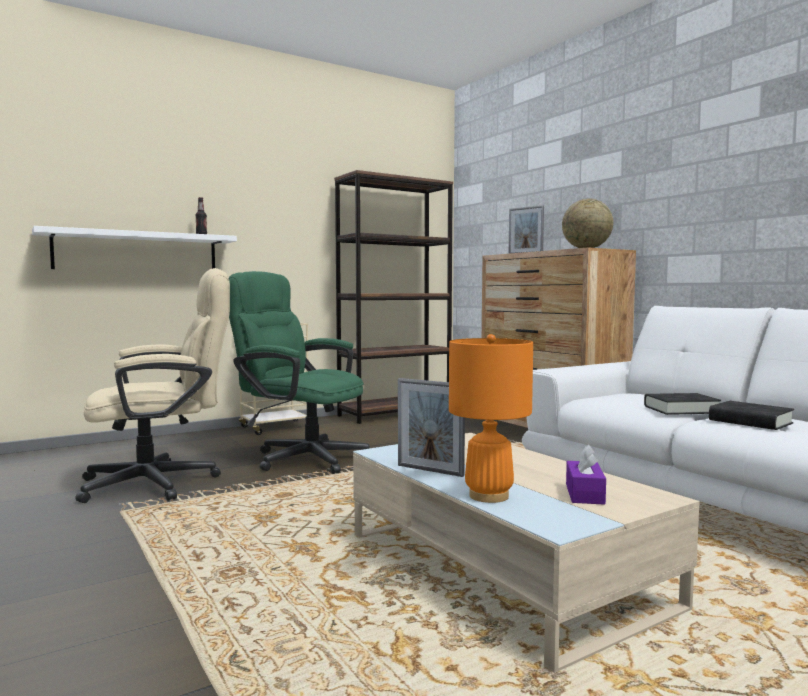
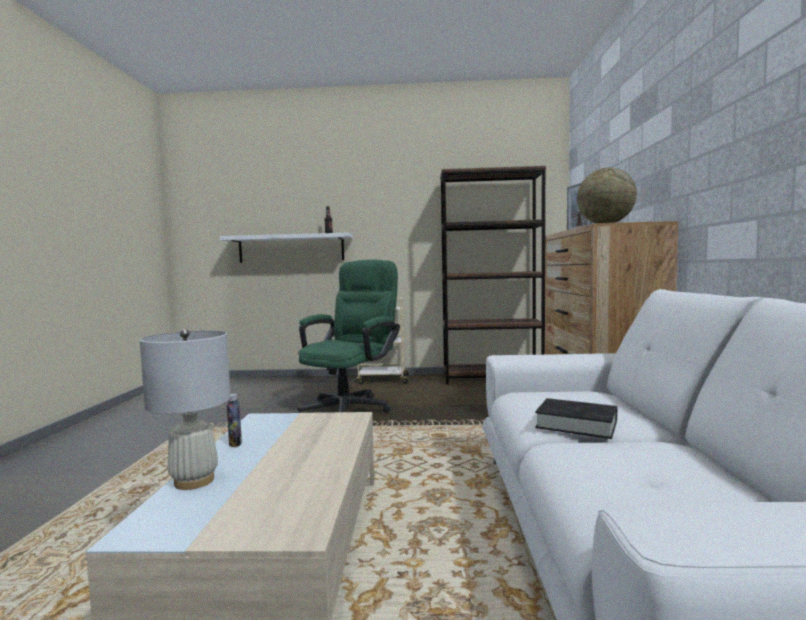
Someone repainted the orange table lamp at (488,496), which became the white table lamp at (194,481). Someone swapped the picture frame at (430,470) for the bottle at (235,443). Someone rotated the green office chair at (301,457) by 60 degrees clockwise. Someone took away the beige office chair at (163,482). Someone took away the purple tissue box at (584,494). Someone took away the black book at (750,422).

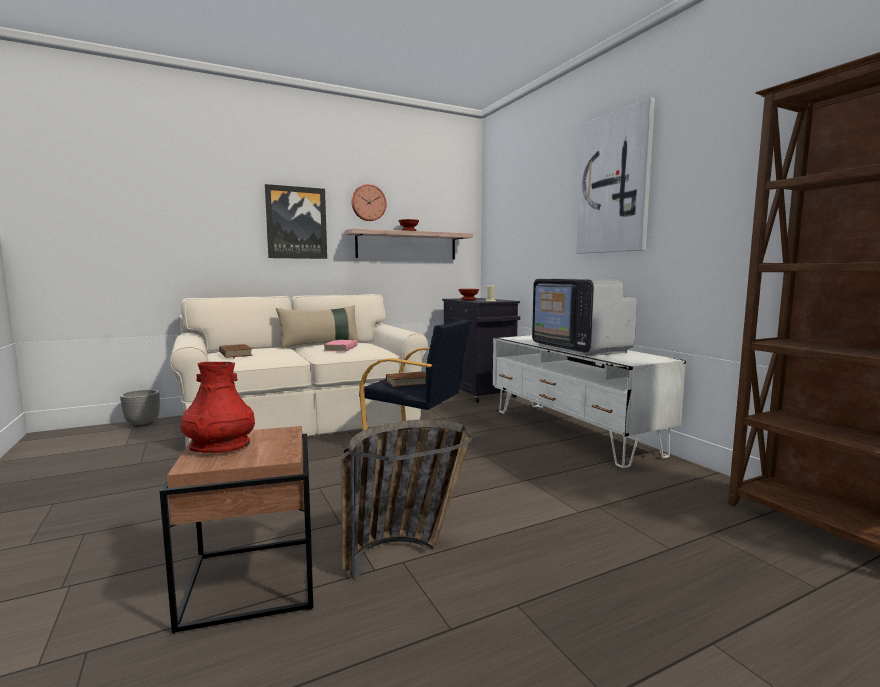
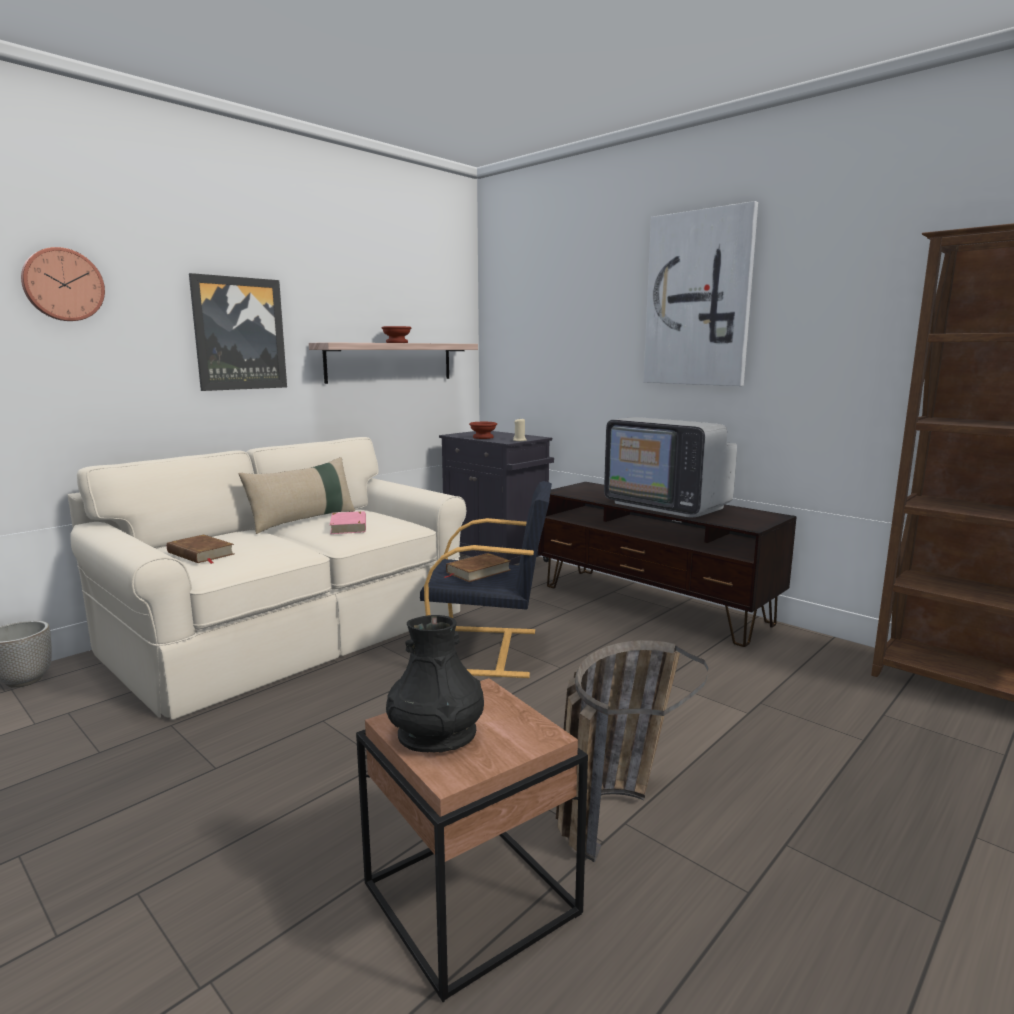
Someone carried the wall clock from (368,203) to (63,285). Someone repainted the red vase at (220,446), which became the black vase at (437,735). Someone repainted the white tv stand at (572,431), which became the brown tv stand at (652,604).

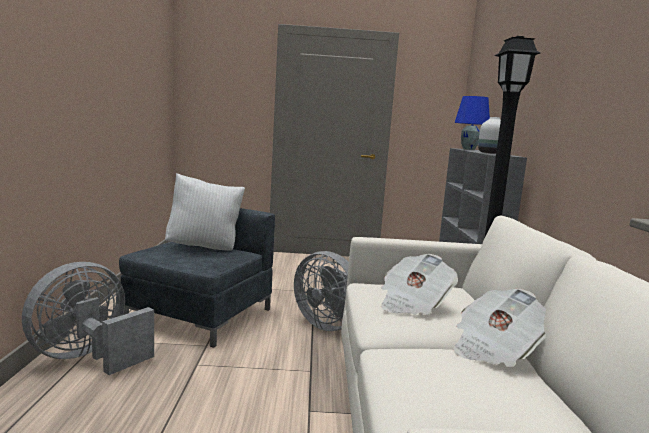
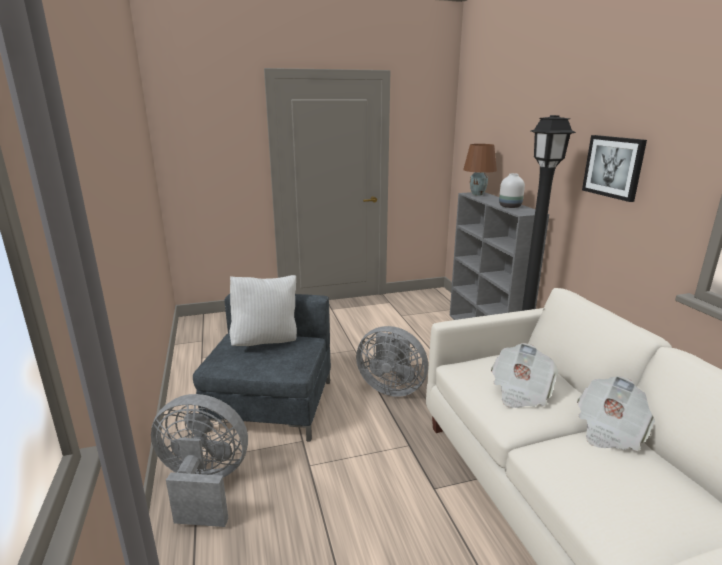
Someone rotated the grey fan at (89,357) by 75 degrees clockwise. Someone repainted the blue table lamp at (469,149), which became the brown table lamp at (478,194). Someone put up the picture at (614,167).

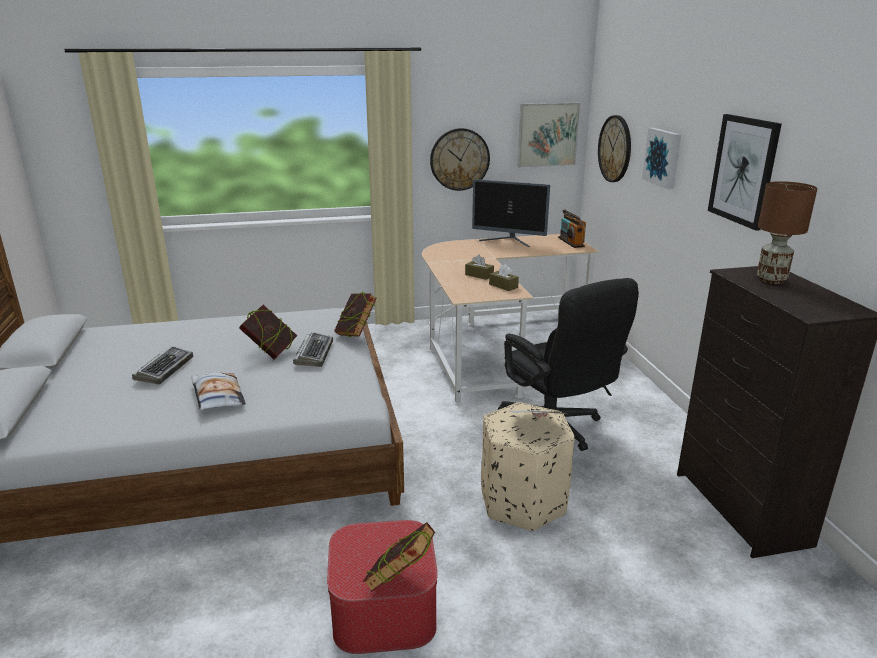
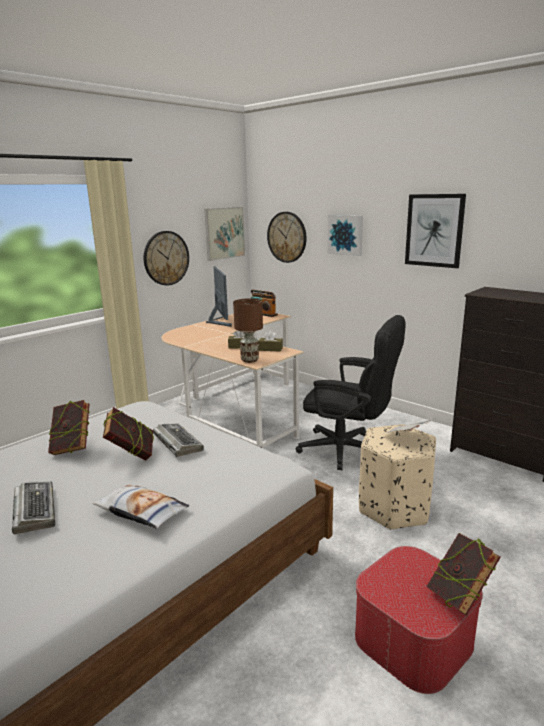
Someone carried the book from (356,334) to (72,449). Someone rotated the monitor at (509,241) by 90 degrees counterclockwise. Someone carried the brown table lamp from (770,280) to (249,360).

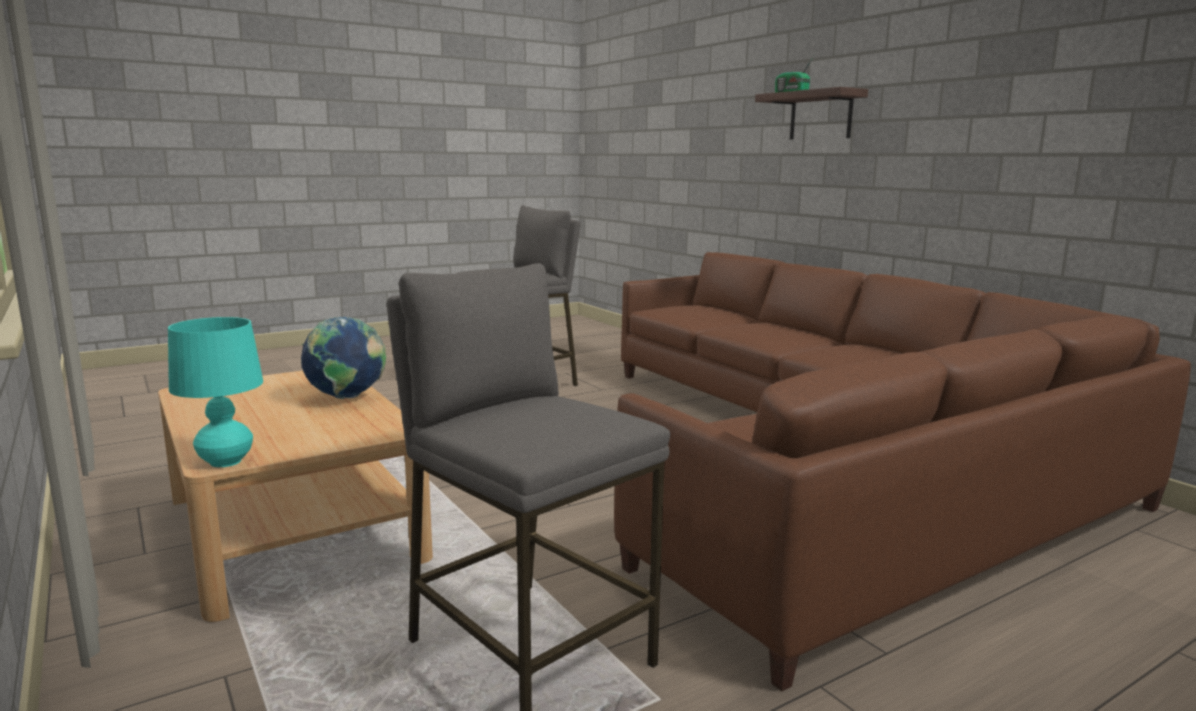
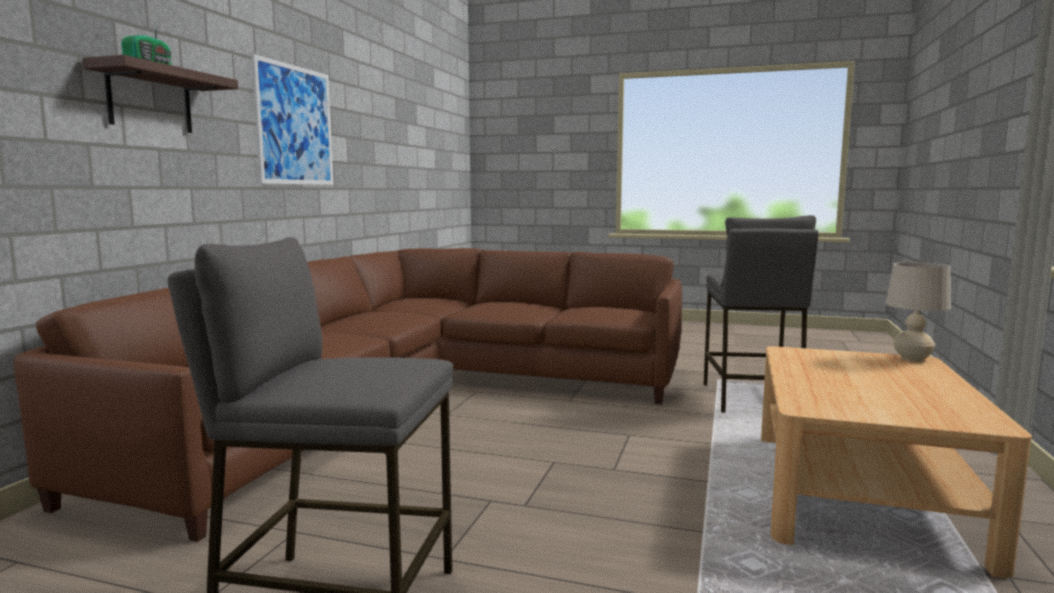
Someone put up the picture at (295,125). Someone repainted the turquoise table lamp at (225,462), which became the beige table lamp at (912,358). Someone took away the globe at (347,398).

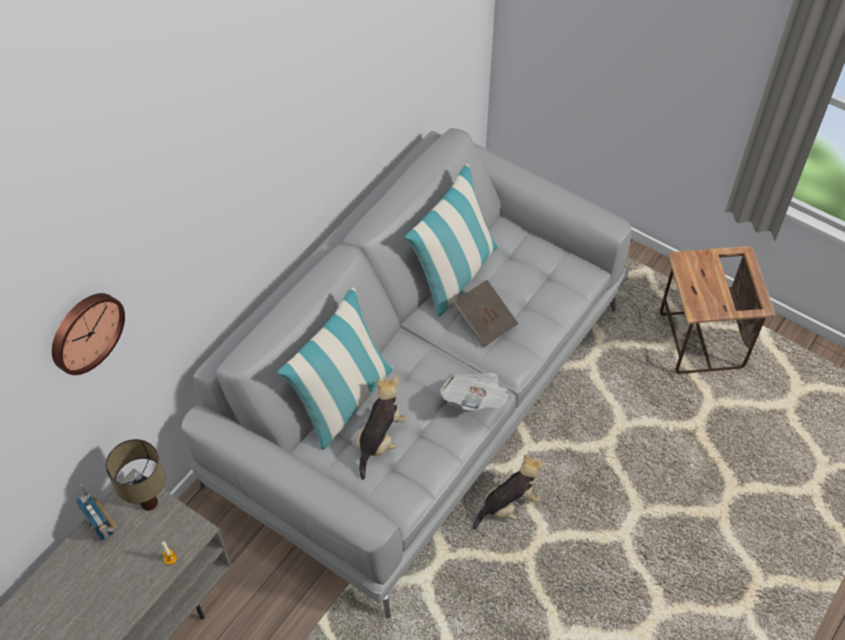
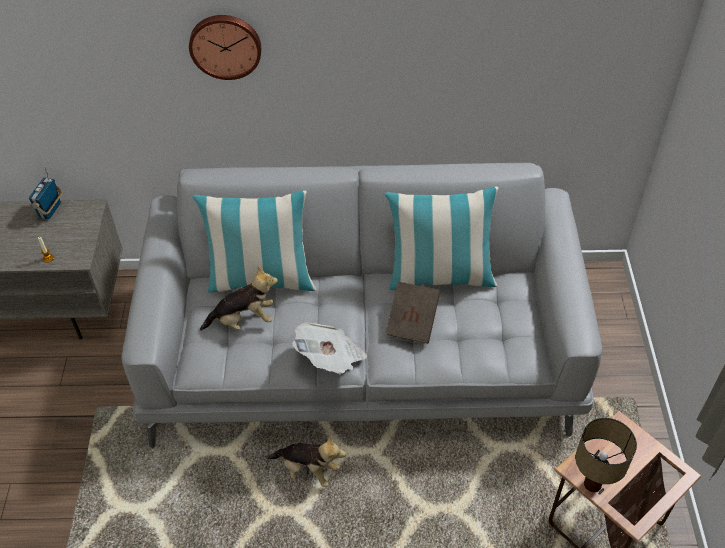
Someone carried the wall clock from (85,331) to (225,45). Someone carried the table lamp from (148,503) to (591,484).

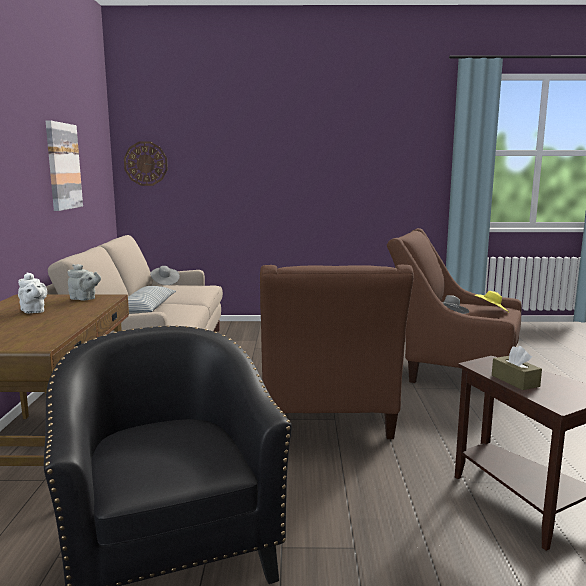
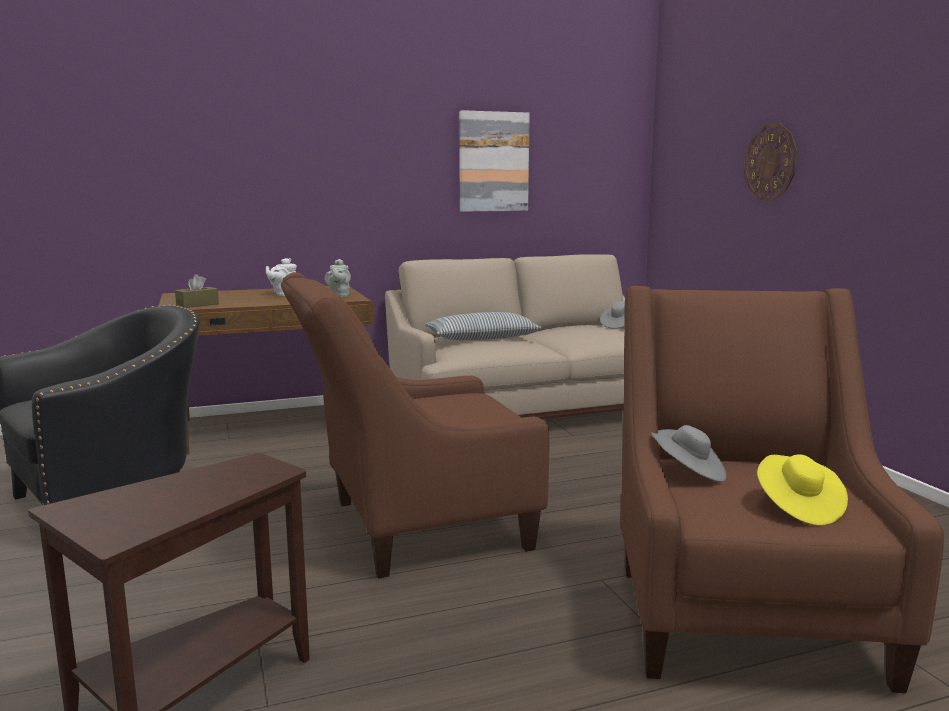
Someone carried the brown tissue box from (515,381) to (197,305). Someone carried the wall clock from (146,163) to (770,162).

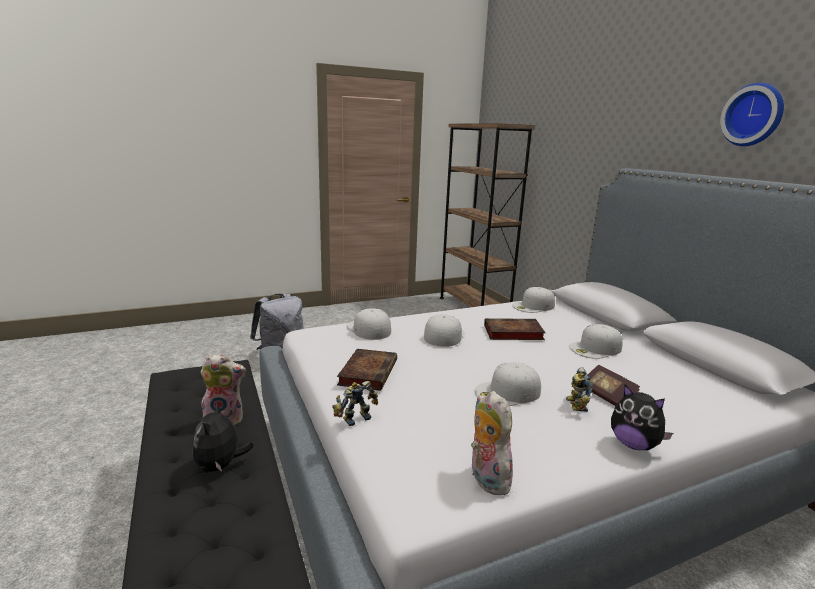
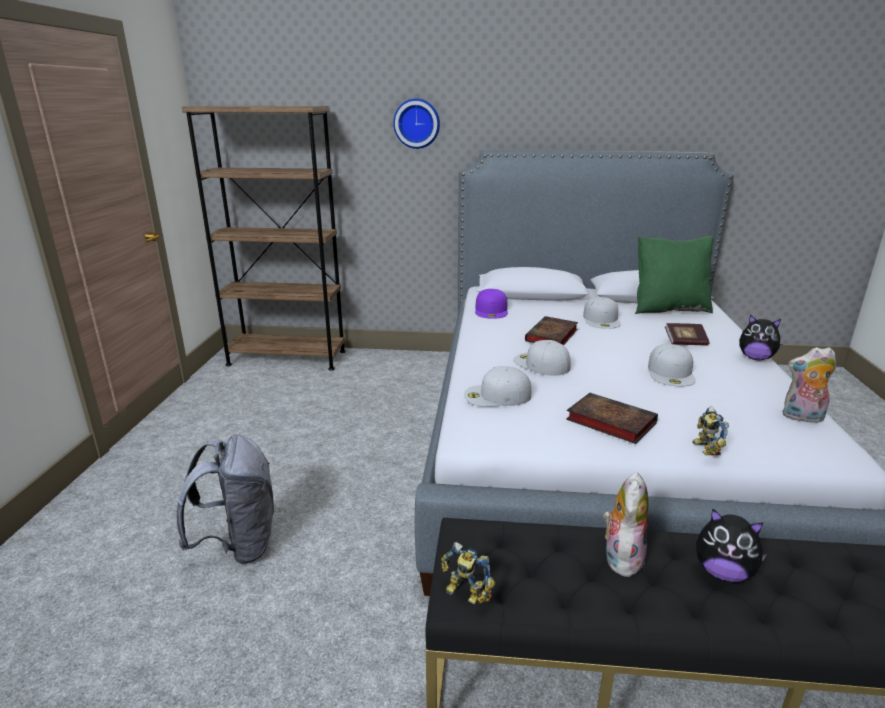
Someone carried the wall clock from (754,115) to (417,123). Someone carried the toy robot from (574,405) to (465,594). Someone repainted the white cap at (533,306), which became the purple cap at (491,310). Someone put down the green pillow at (668,309). Someone rotated the plush toy at (634,444) by 45 degrees clockwise.

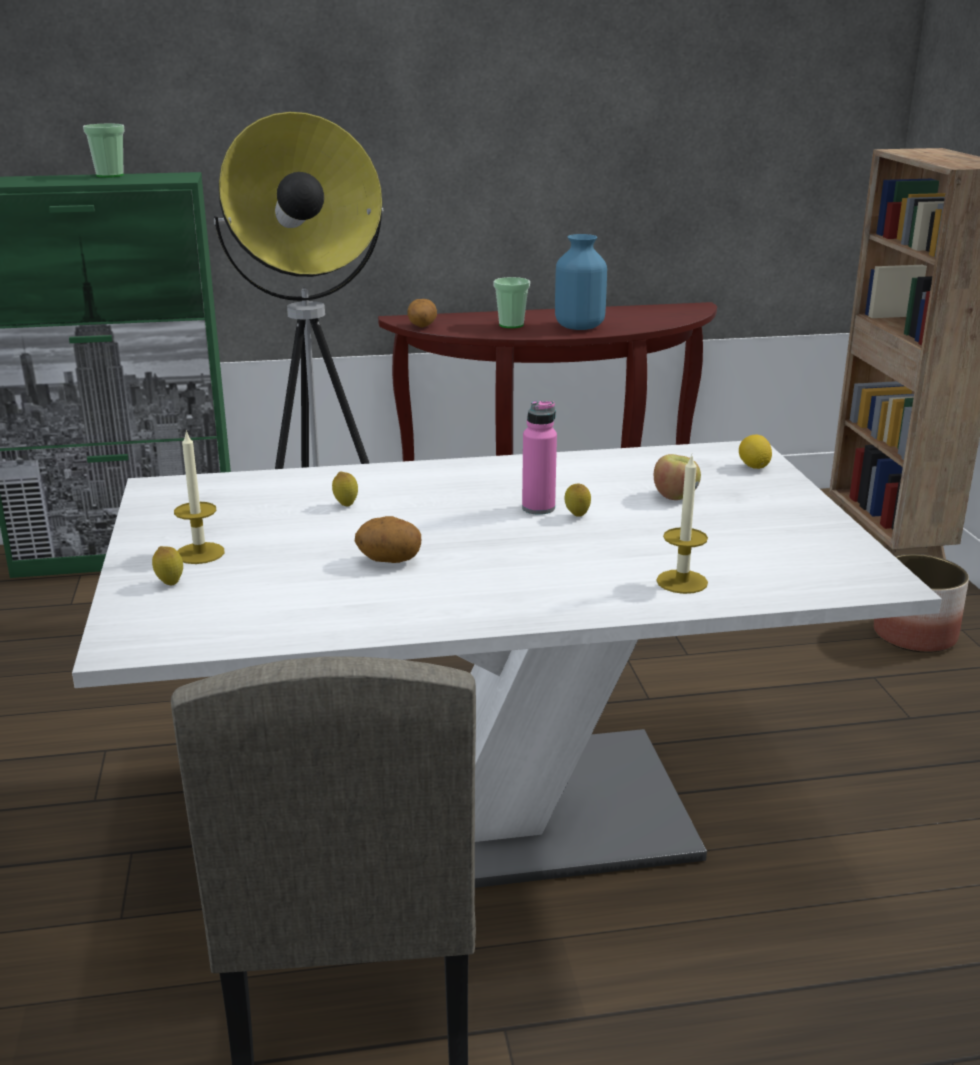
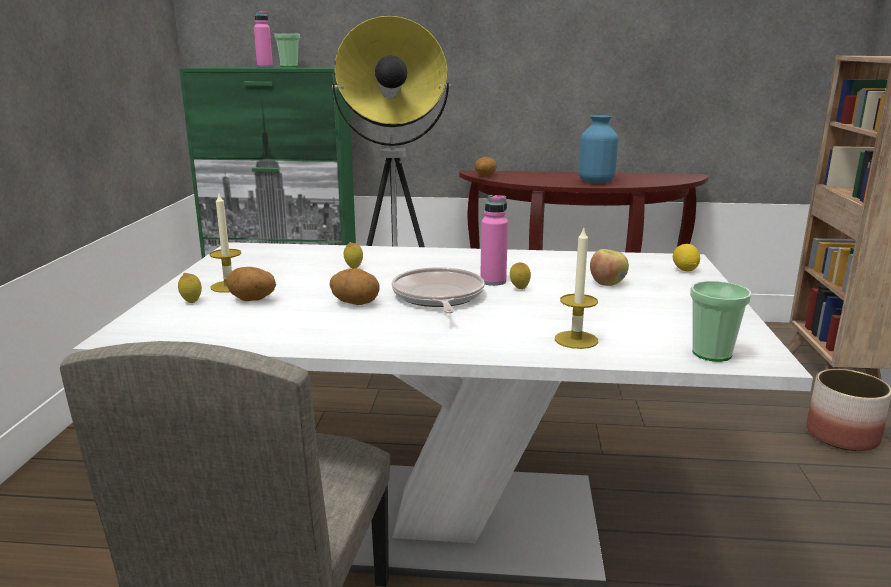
Someone put down the potato at (252,300). Someone put down the pink bottle at (265,67). Someone put down the frying pan at (438,297). Someone carried the cup from (511,325) to (712,354).

